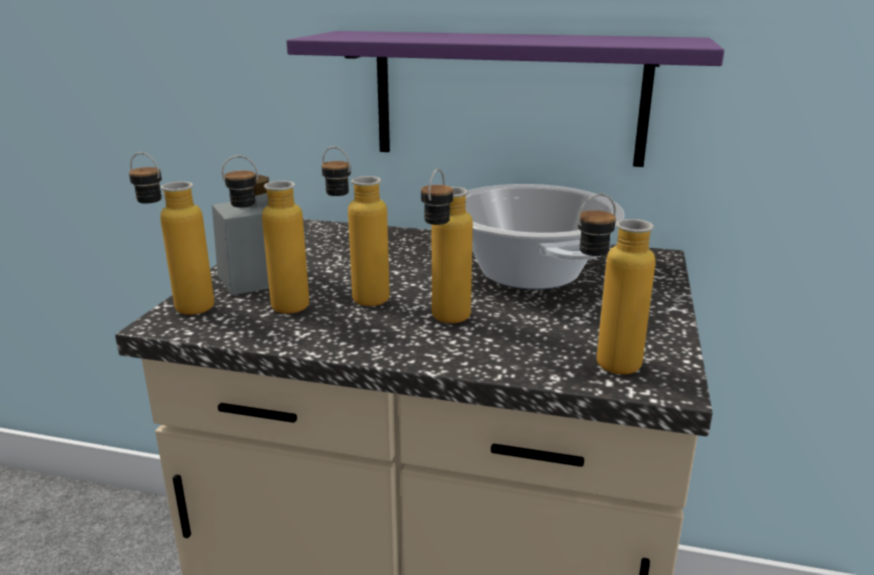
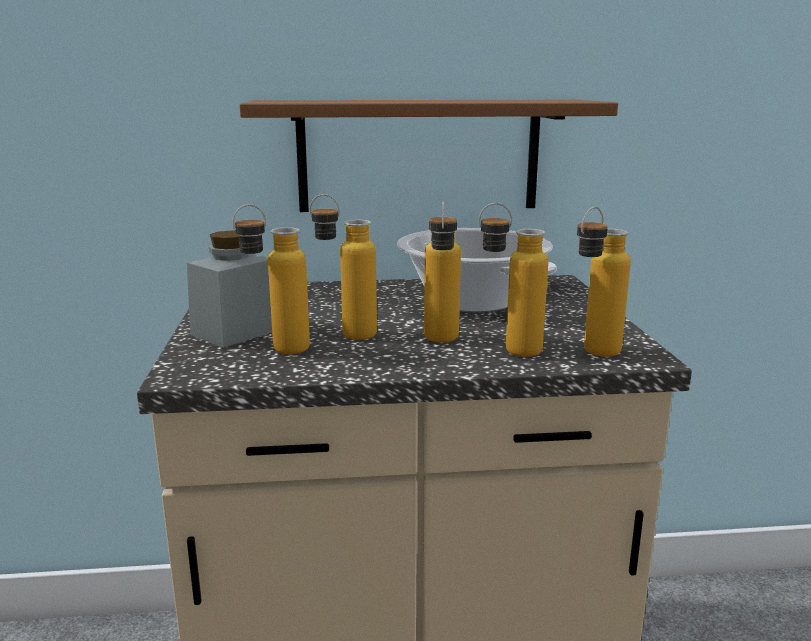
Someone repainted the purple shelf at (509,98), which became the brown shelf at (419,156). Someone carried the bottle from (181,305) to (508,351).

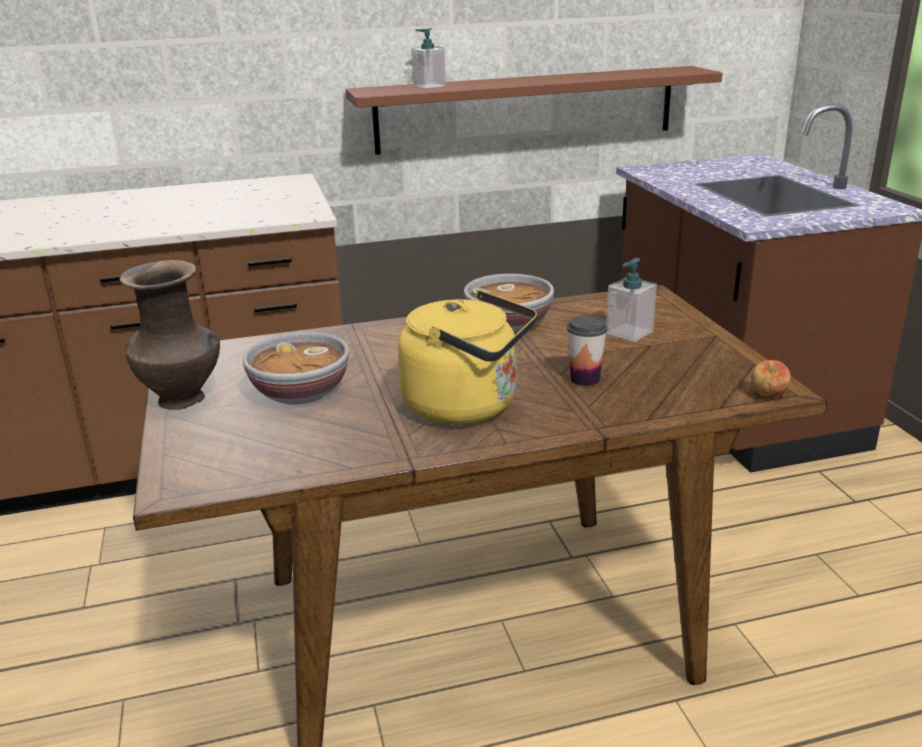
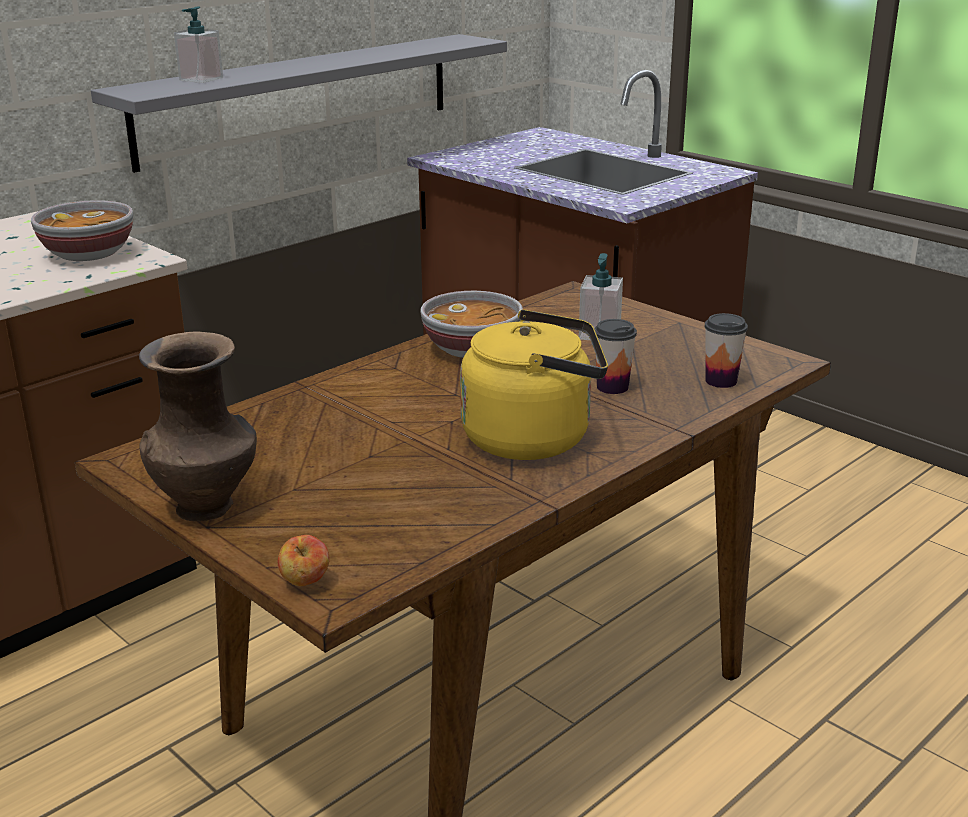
Someone carried the bowl from (300,393) to (88,254). Someone repainted the brown shelf at (526,109), which became the grey shelf at (299,98). Someone carried the apple from (768,395) to (305,583). Someone put down the cup at (721,381).

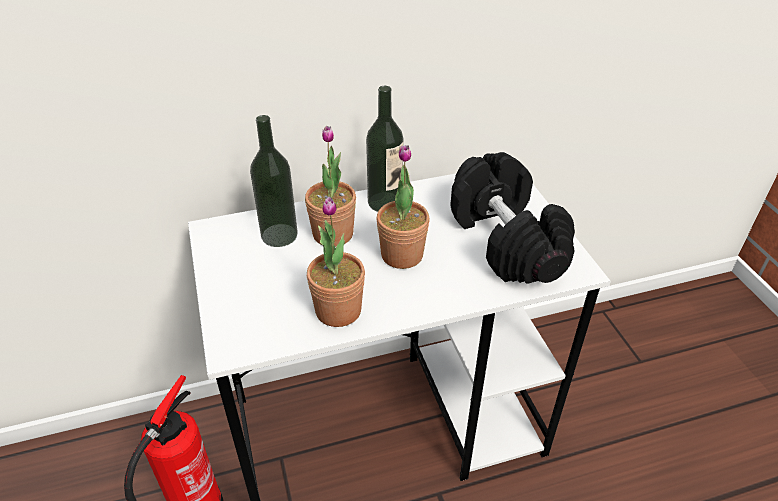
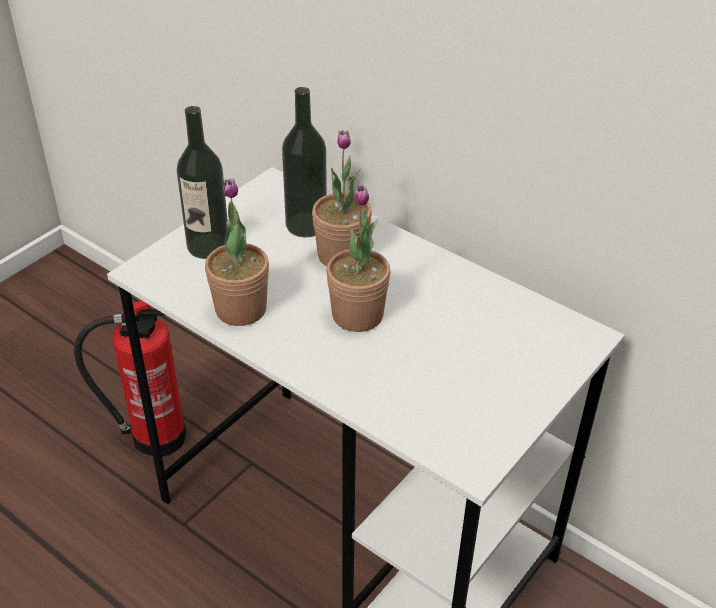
Someone carried the bottle from (385,202) to (208,246). Someone took away the black dumbbell at (507,241).

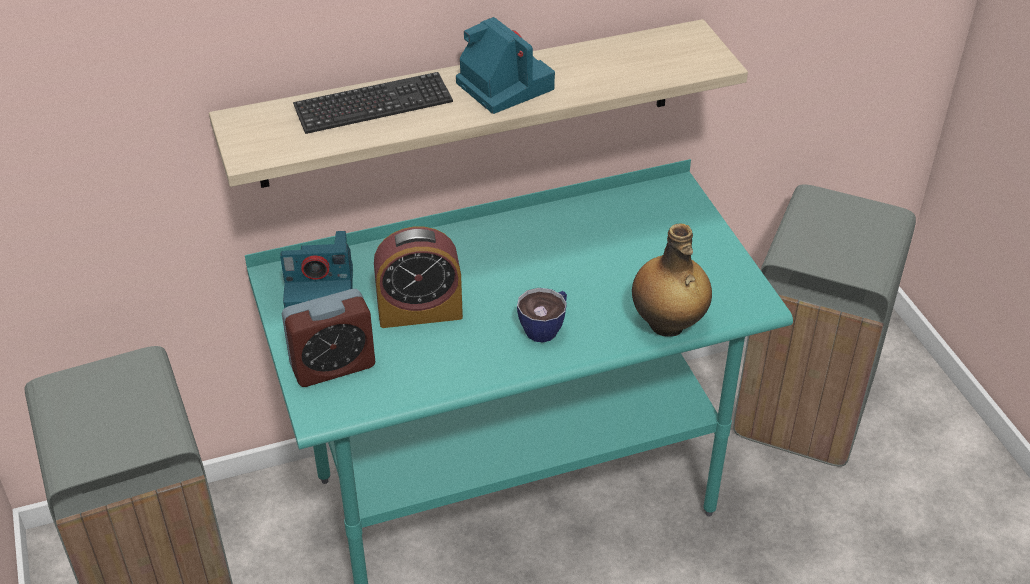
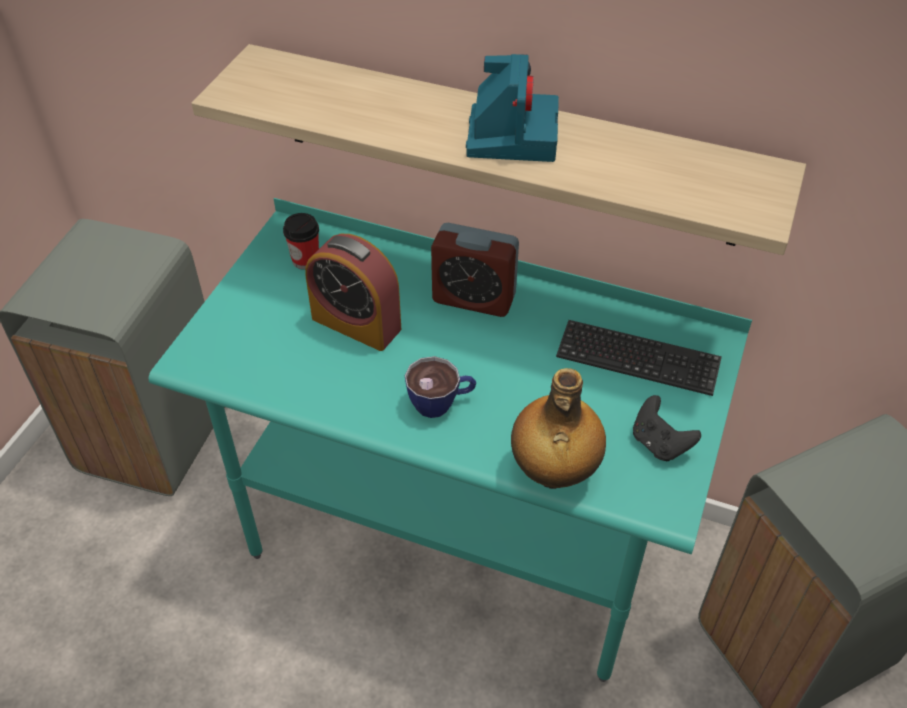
Someone swapped the photo camera at (322,290) for the cup at (305,260). Someone carried the alarm clock from (333,366) to (474,298). Someone carried the keyboard from (373,106) to (637,360). Someone put down the black game controller at (659,444).

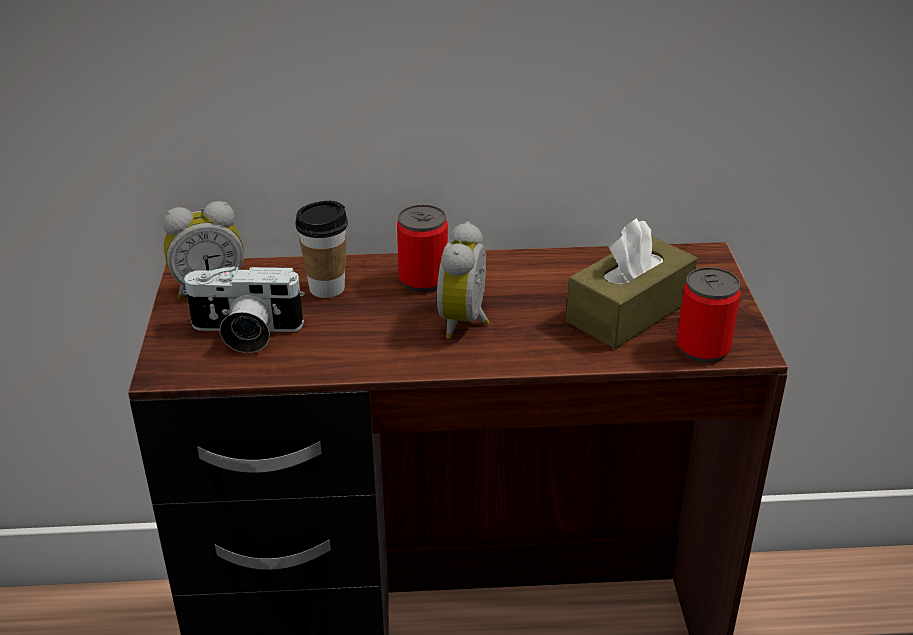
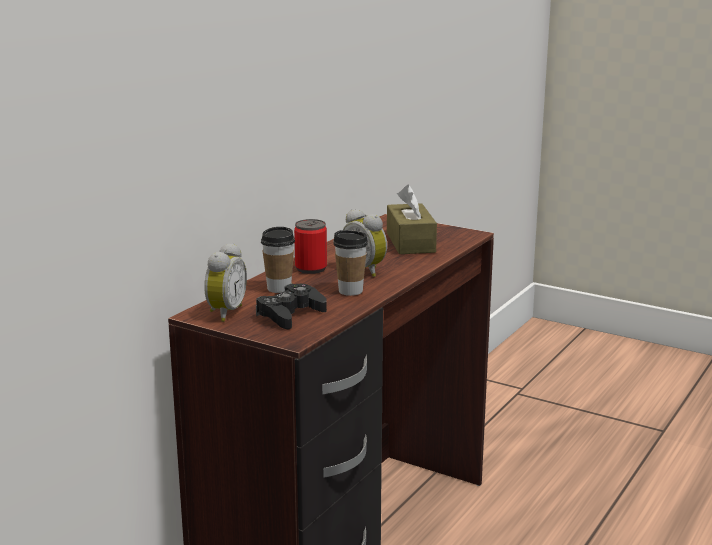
Someone swapped the photo camera at (245,333) for the black game controller at (290,315). Someone put down the cup at (350,291). Someone took away the can at (703,348).

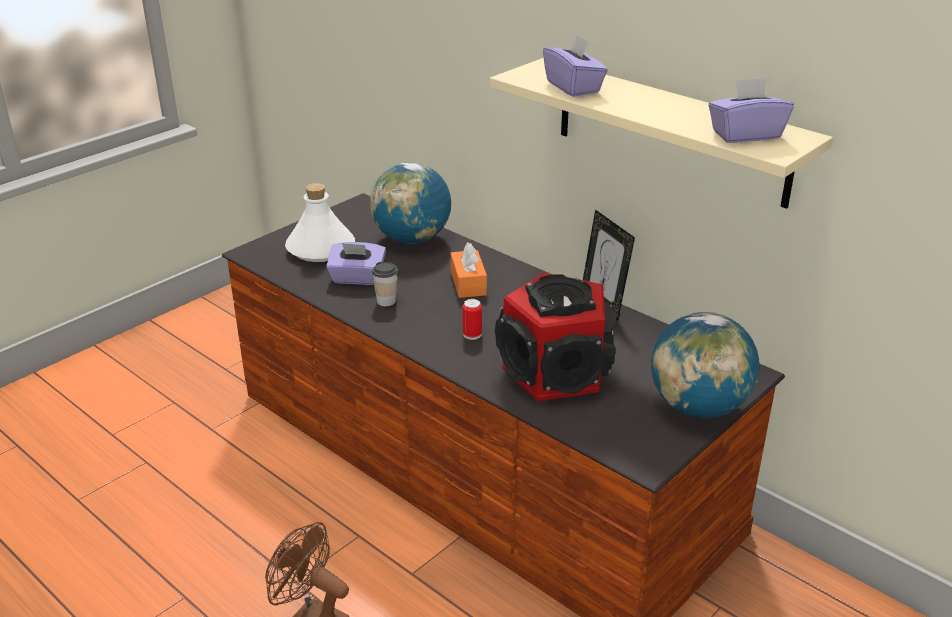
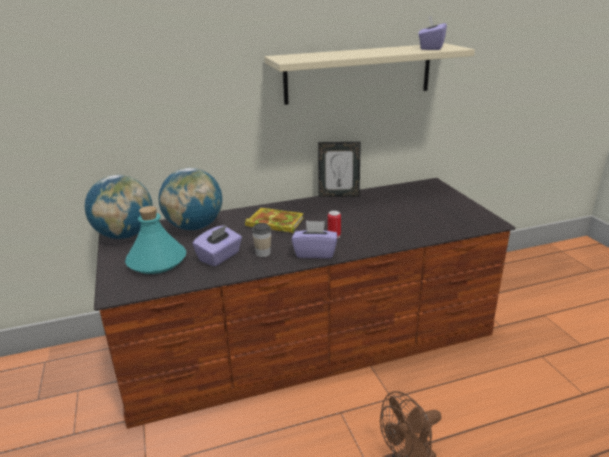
Someone carried the globe from (698,407) to (125,235). Someone repainted the white bottle at (320,248), which became the turquoise bottle at (156,261). Someone swapped the orange tissue box at (468,283) for the book at (274,223). Someone carried the purple tissue box from (573,87) to (315,253). Someone took away the speaker at (556,372).

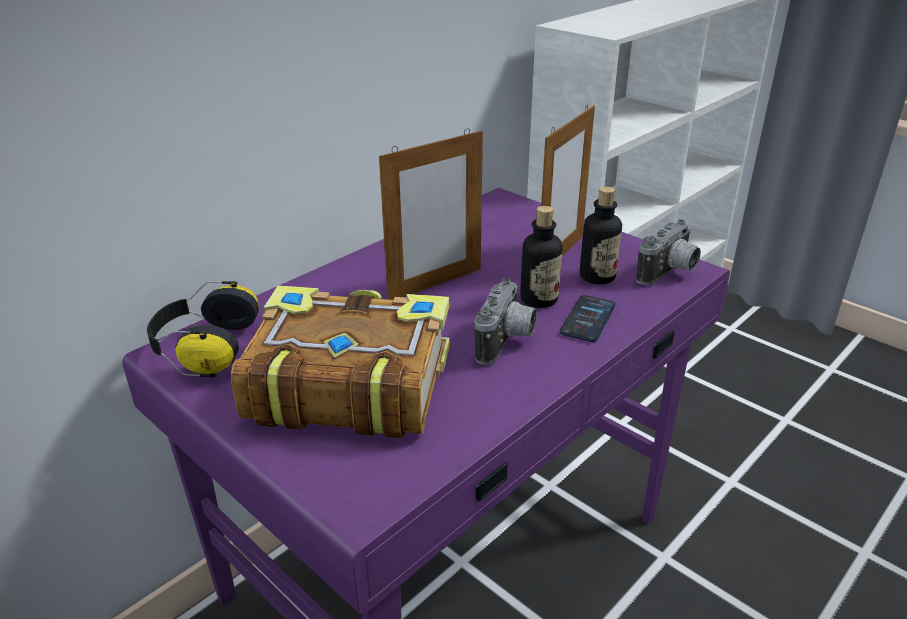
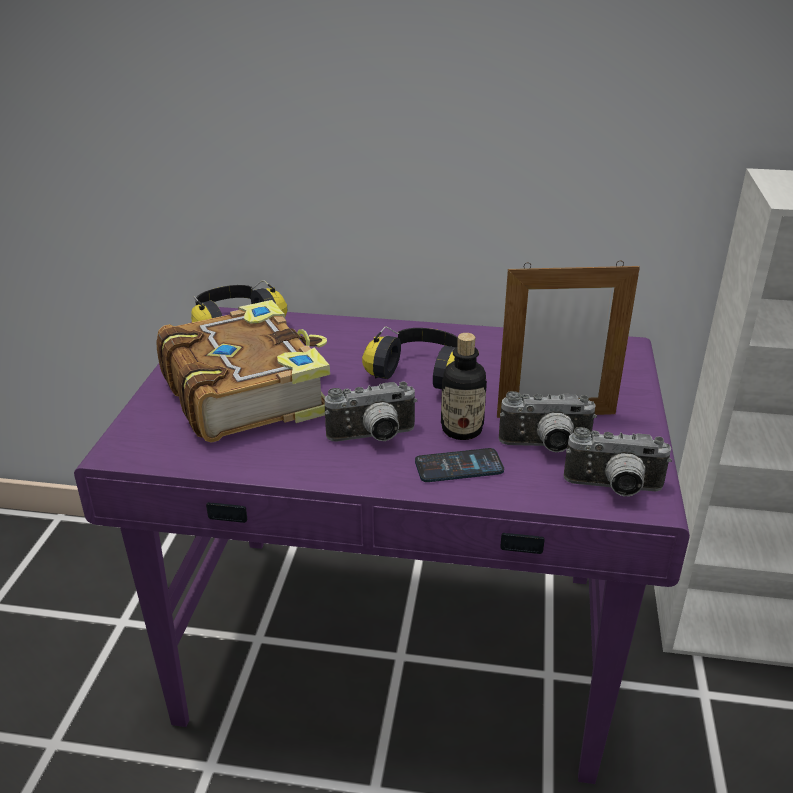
Someone swapped the picture frame at (435,285) for the headphones at (421,374). Someone swapped the bottle at (597,276) for the photo camera at (545,447).

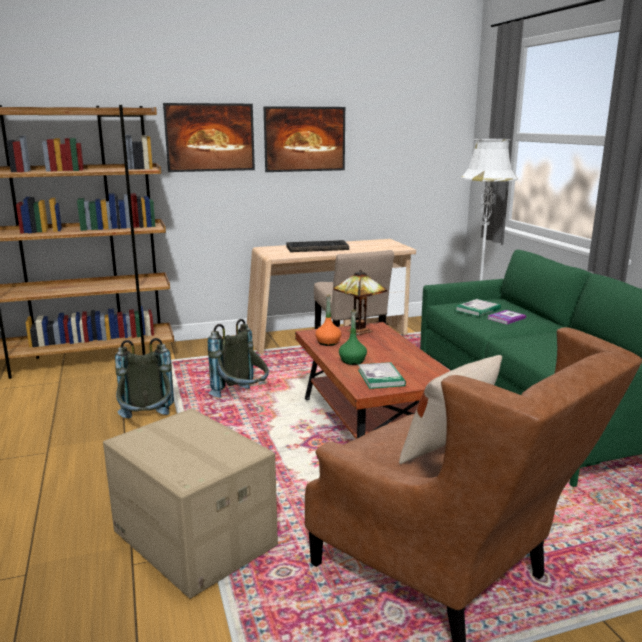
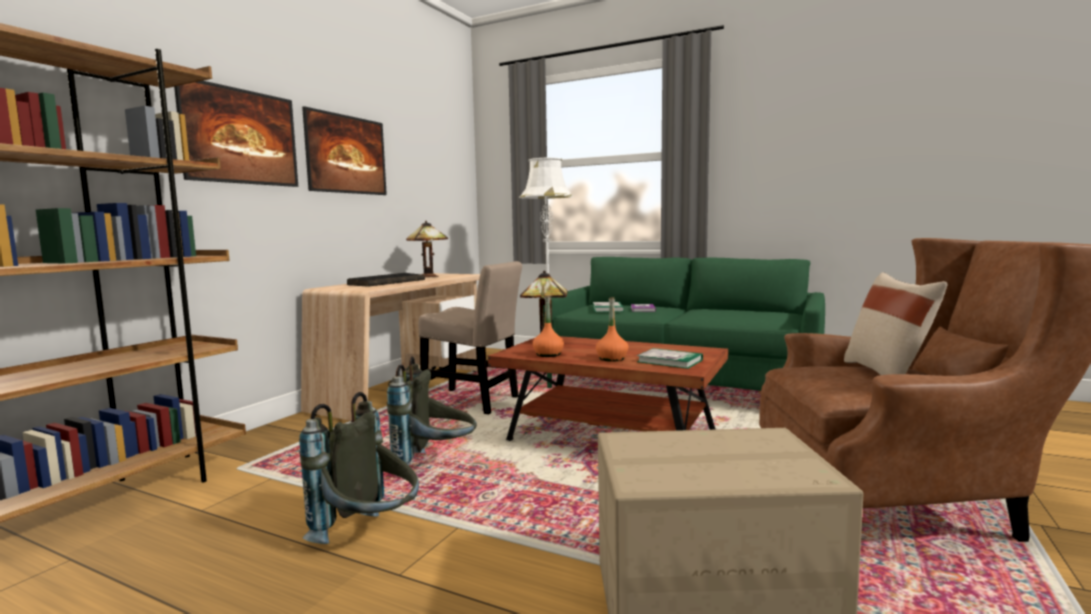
Someone put down the table lamp at (430,276). Someone repainted the green bottle at (352,361), which became the orange bottle at (611,359).

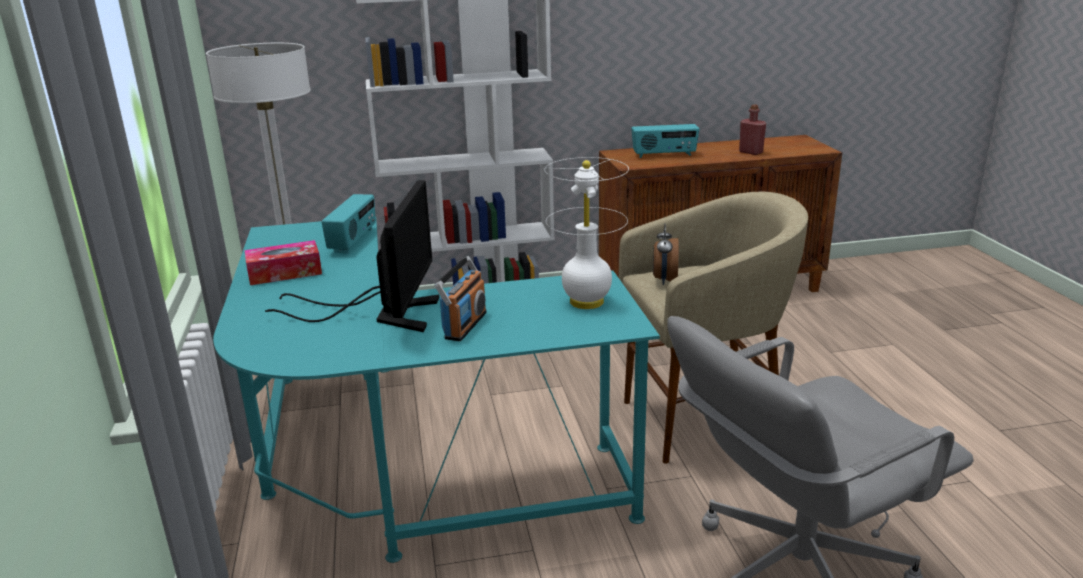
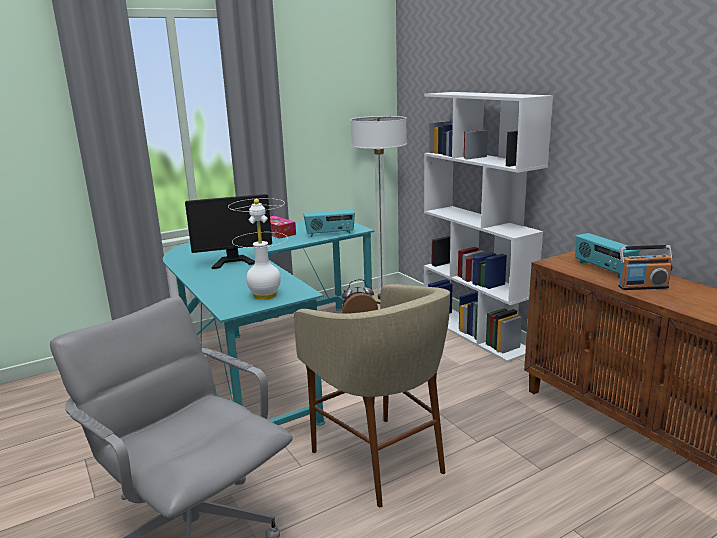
Someone carried the radio from (464,325) to (642,287). Someone took away the red bottle at (750,152).

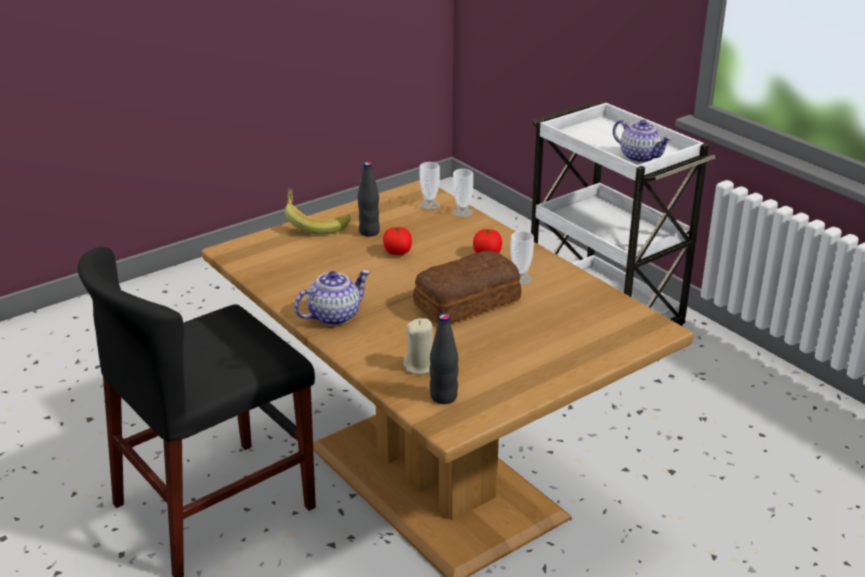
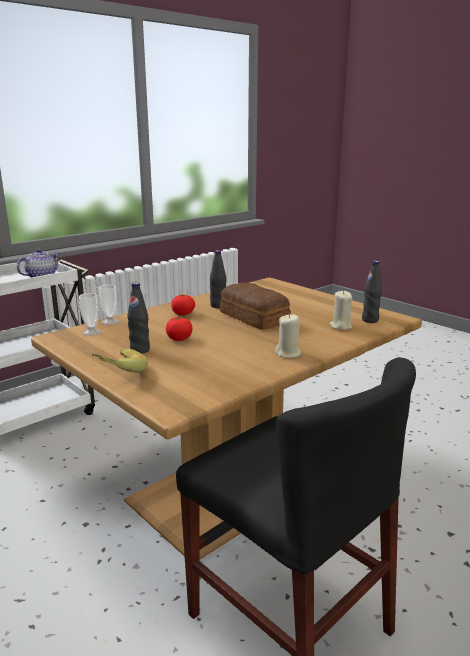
Someone swapped the cup at (520,279) for the black bottle at (218,306). Someone swapped the teapot at (334,316) for the beige candle at (288,353).

